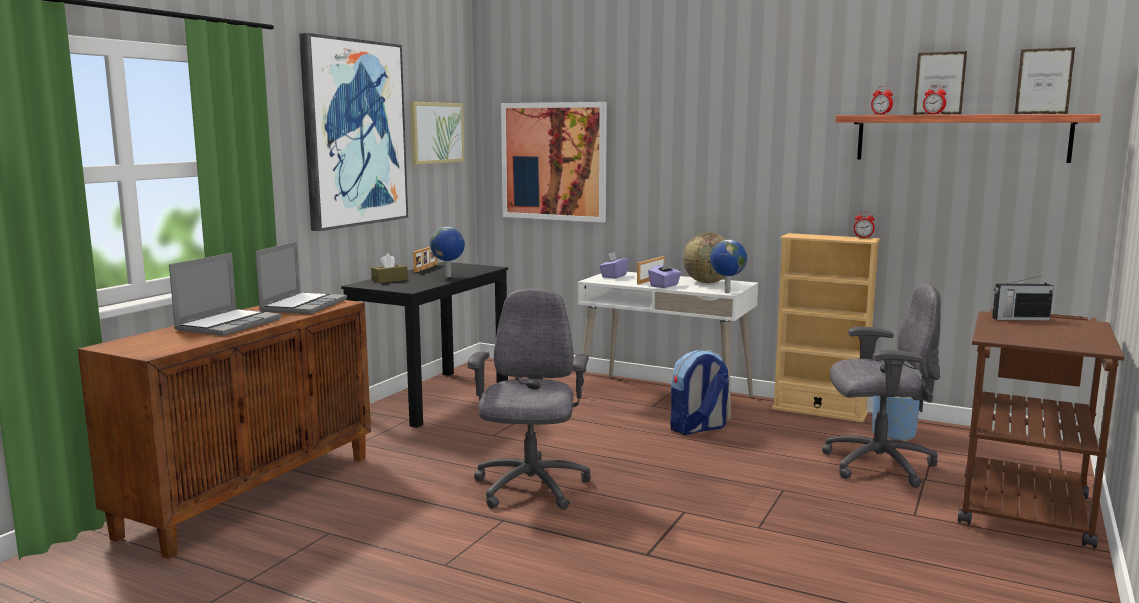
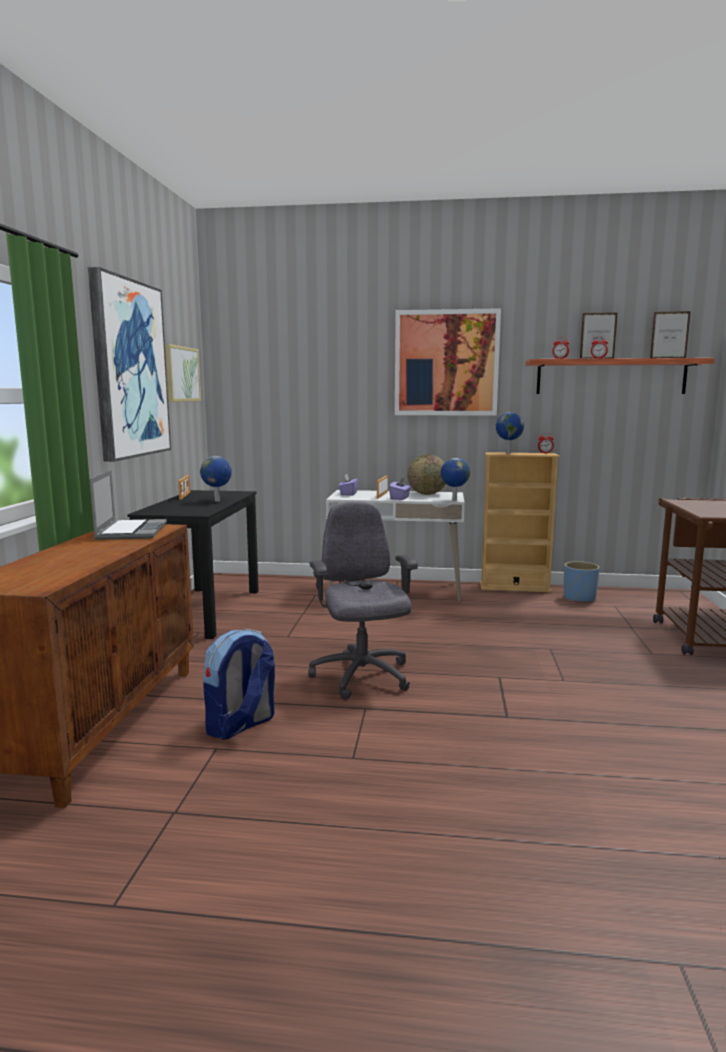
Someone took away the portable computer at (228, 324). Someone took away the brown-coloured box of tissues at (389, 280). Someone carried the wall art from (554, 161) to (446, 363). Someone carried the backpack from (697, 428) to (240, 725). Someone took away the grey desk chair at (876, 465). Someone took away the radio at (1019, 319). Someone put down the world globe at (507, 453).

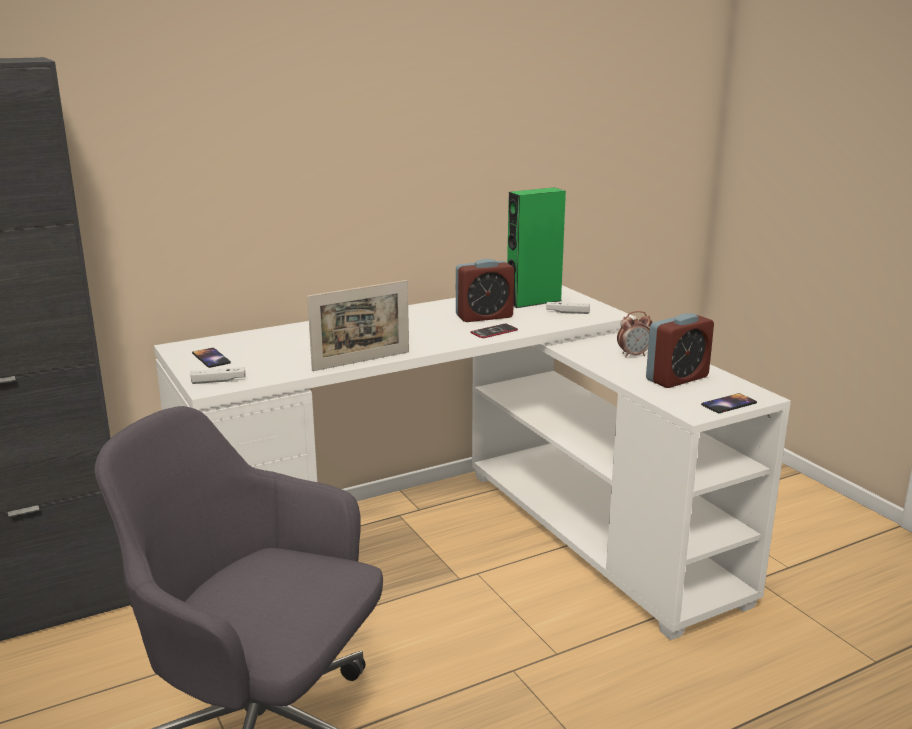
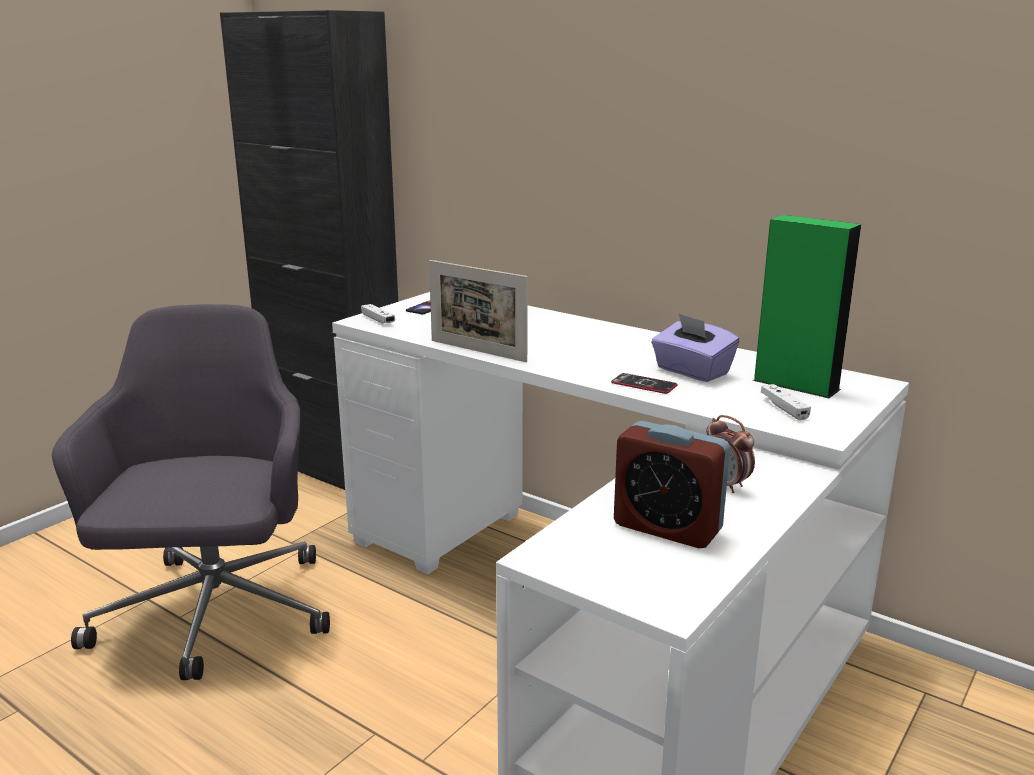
Someone swapped the alarm clock at (484, 316) for the purple box of tissues at (692, 371). Someone took away the handset at (728, 404).

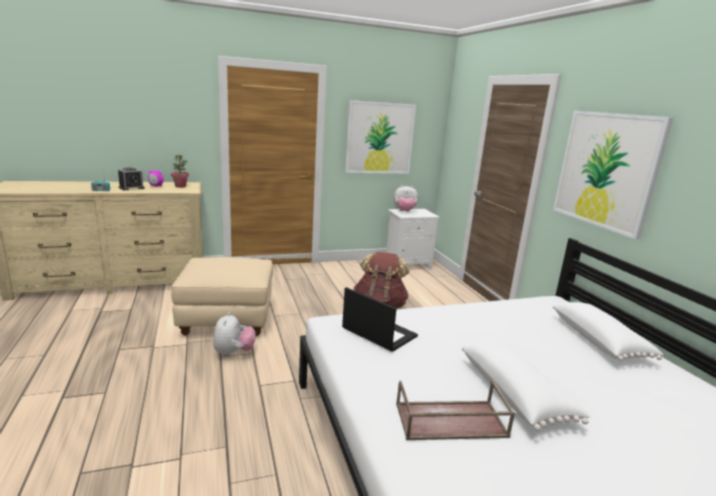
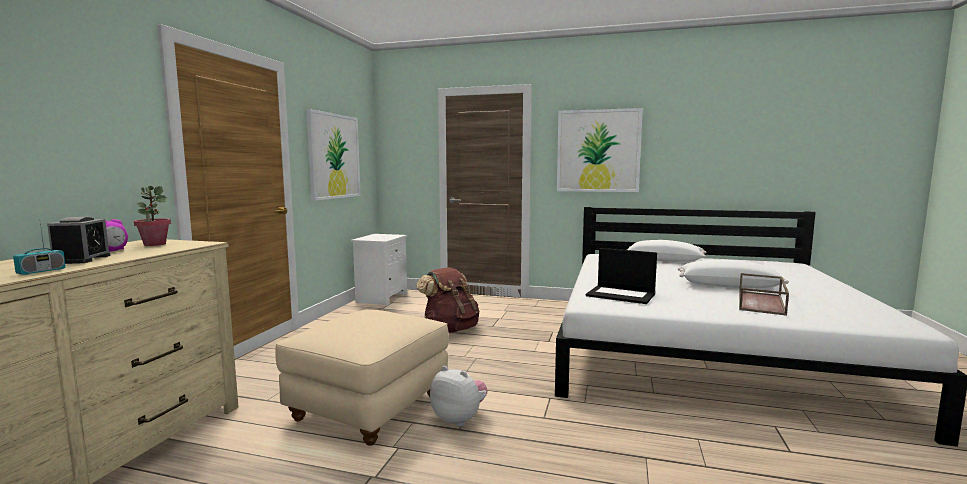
Someone rotated the portable computer at (378, 332) by 135 degrees counterclockwise. Someone took away the soft toy at (404, 211).

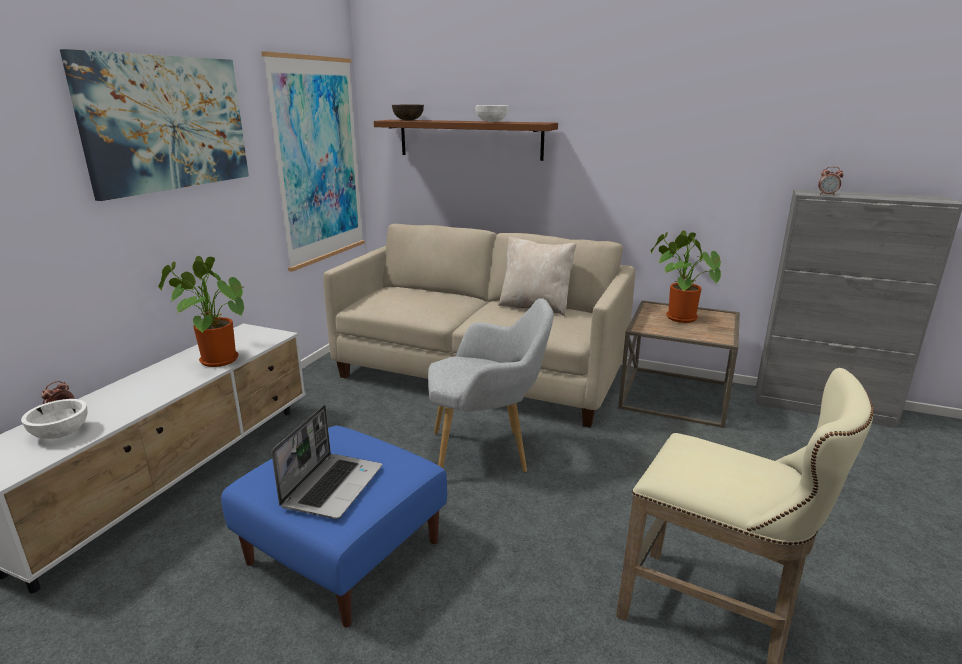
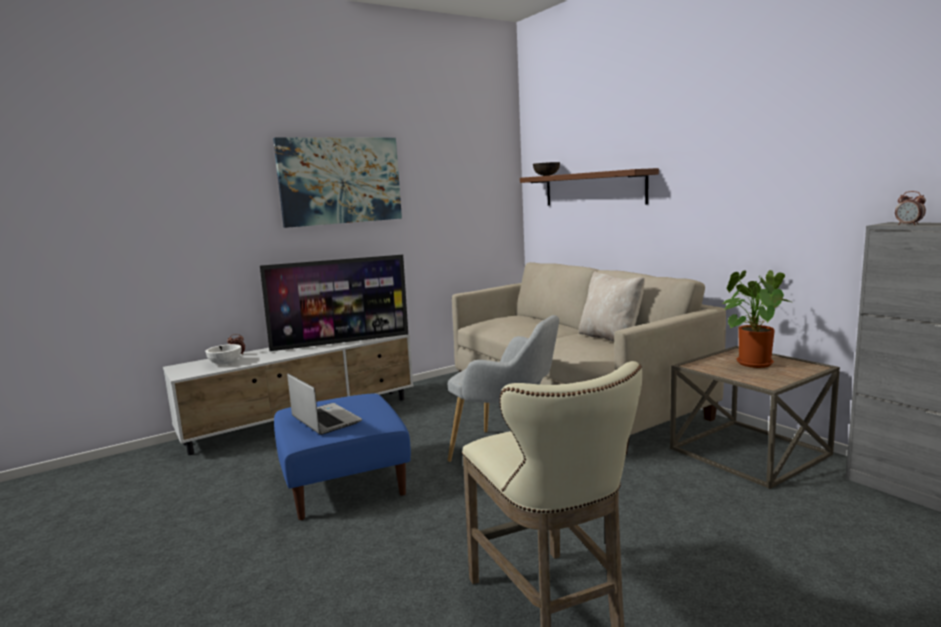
Someone swapped the plant in a pot at (215, 360) for the television at (341, 342). Someone took away the wall art at (318, 161). Someone rotated the portable computer at (333, 486) by 90 degrees counterclockwise. Someone took away the whitish deep dish at (491, 121).

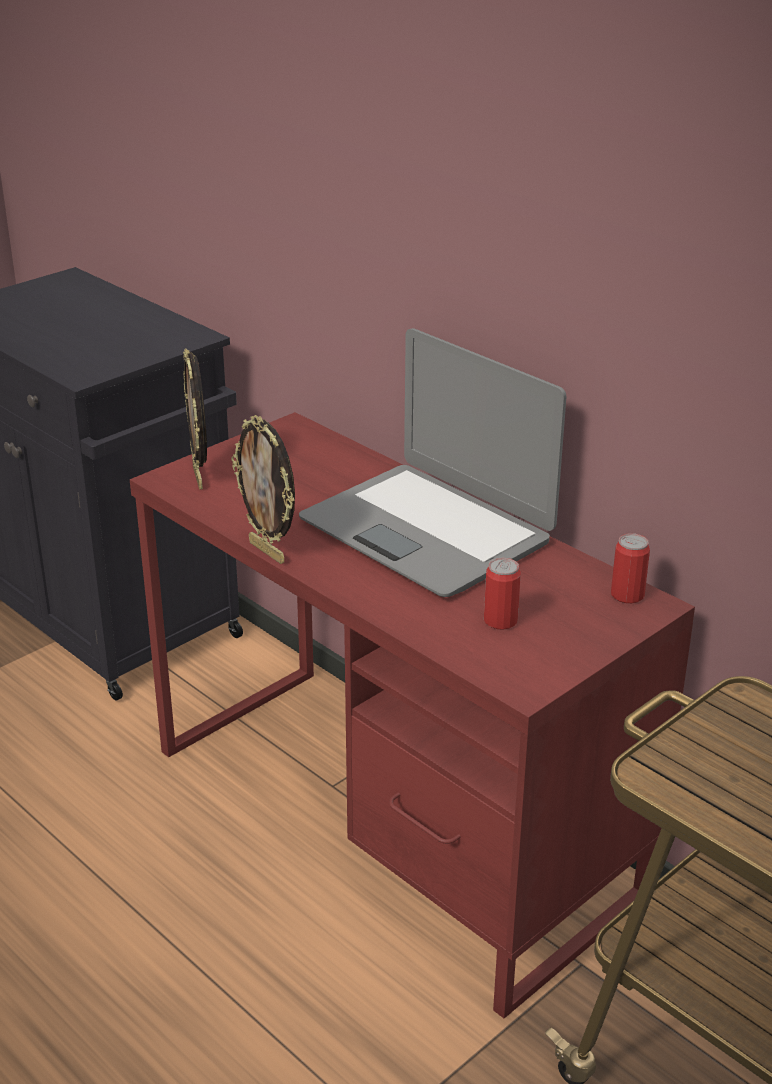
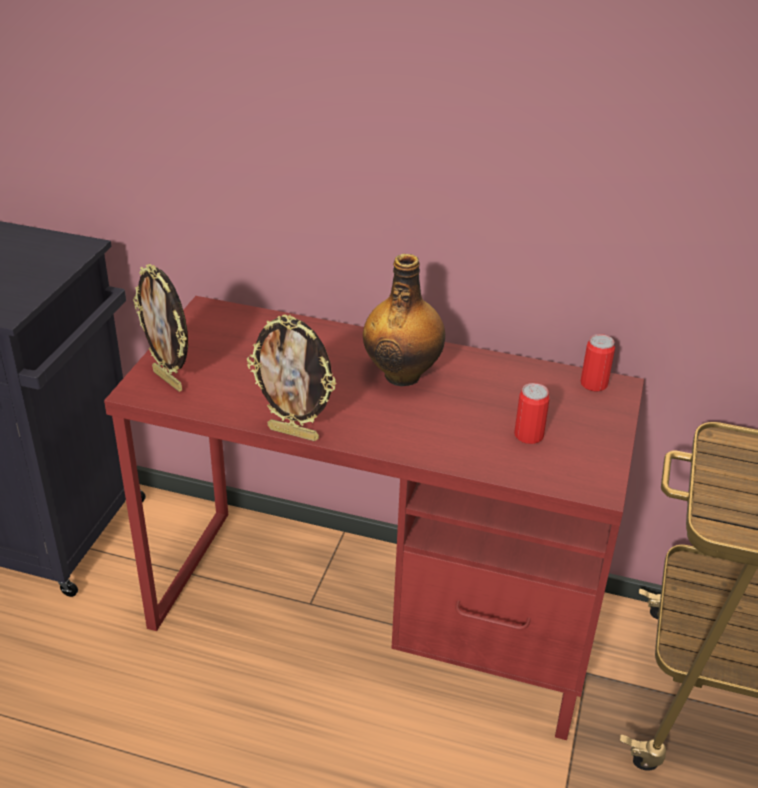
Someone swapped the portable computer at (427, 531) for the drink bottle at (403, 374).

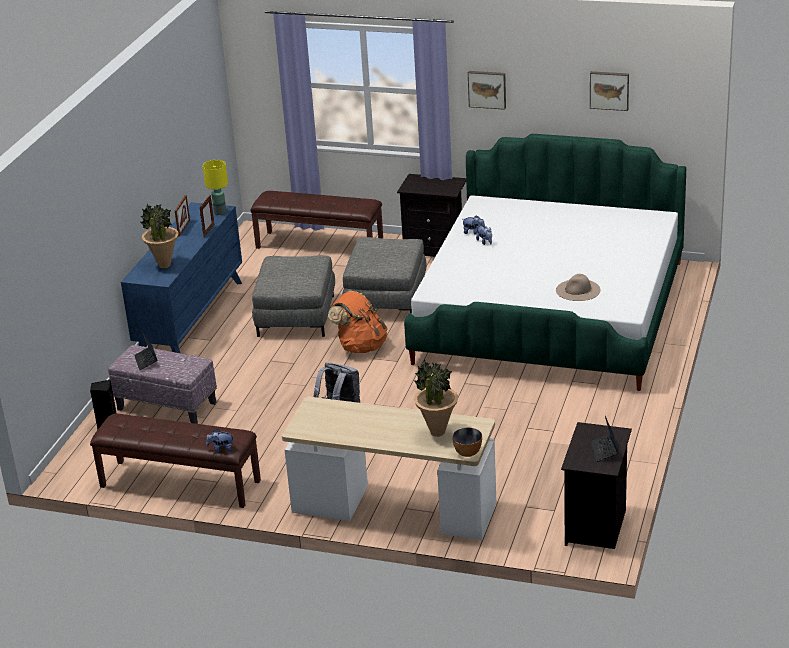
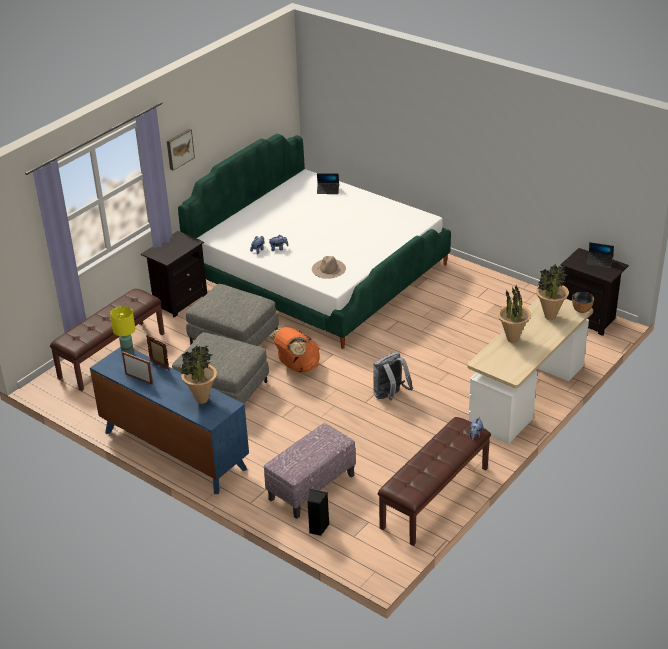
Someone carried the portable computer from (146, 361) to (328, 190). Someone carried the beige-coloured wearable hat from (578, 290) to (328, 268). Someone took away the wall art at (609, 90). Someone put down the plant in a pot at (512, 339).

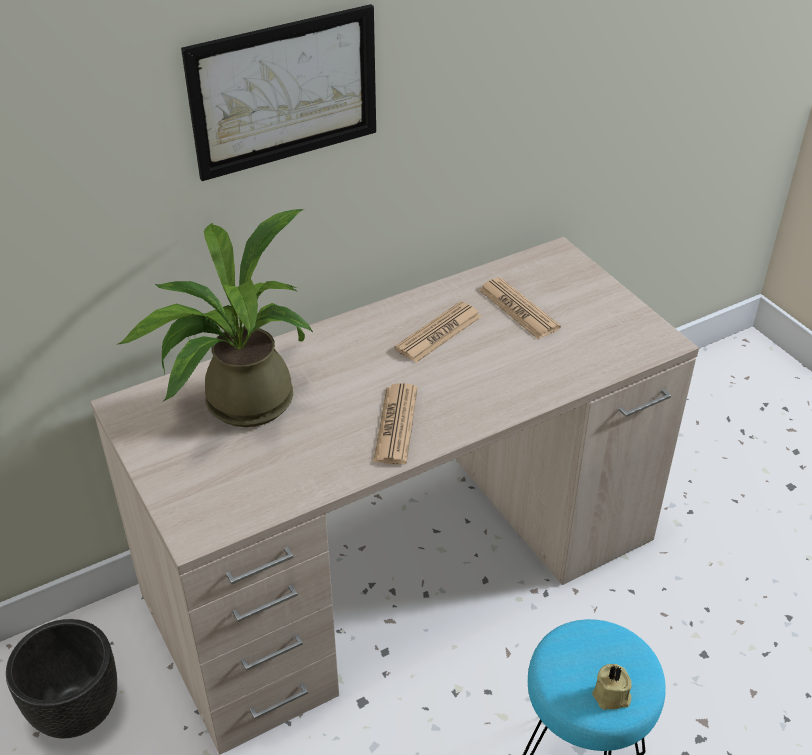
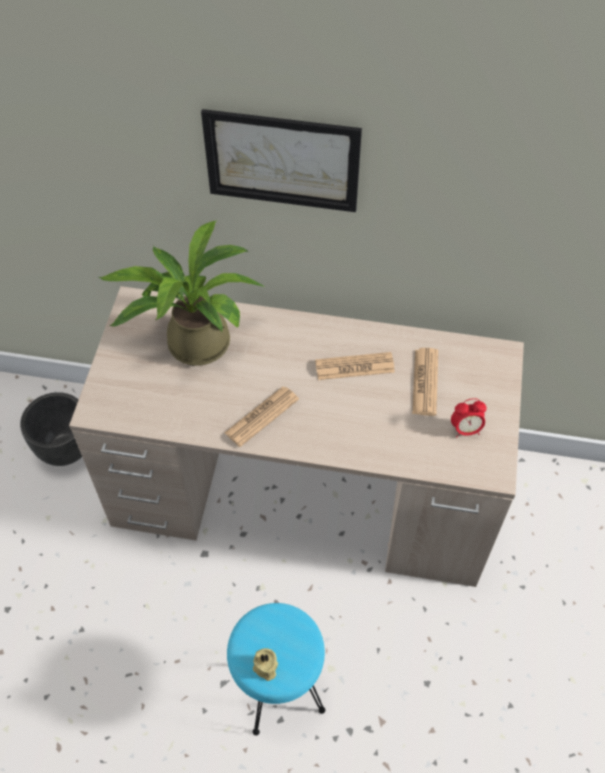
Someone put down the alarm clock at (466, 429).

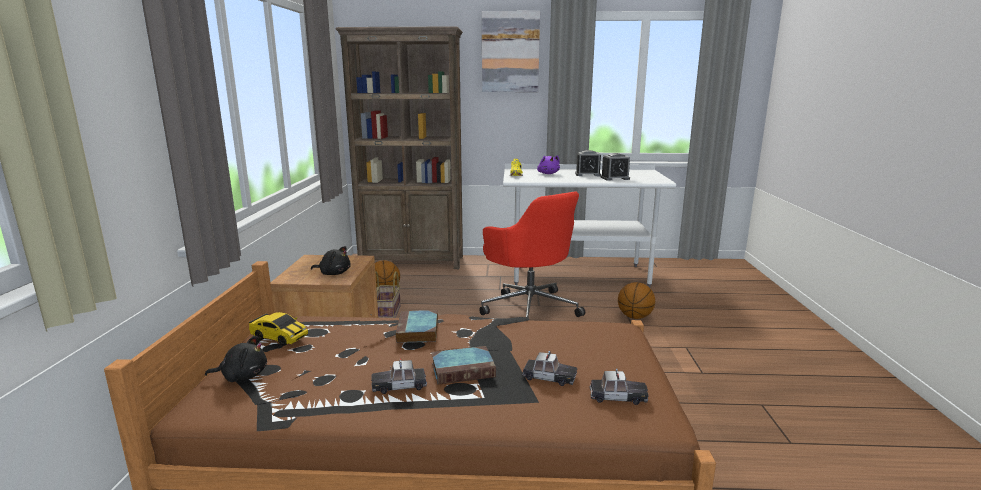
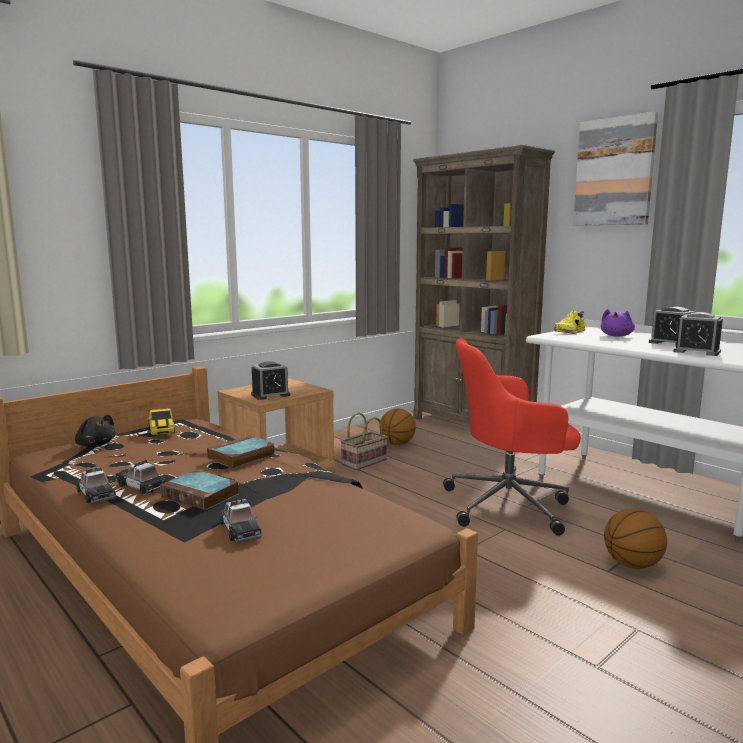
Someone swapped the black-coloured soft toy at (334, 273) for the alarm clock at (270, 395). Someone rotated the reddish desk chair at (530, 308) by 75 degrees clockwise. Someone carried the model car from (617, 396) to (96, 494).

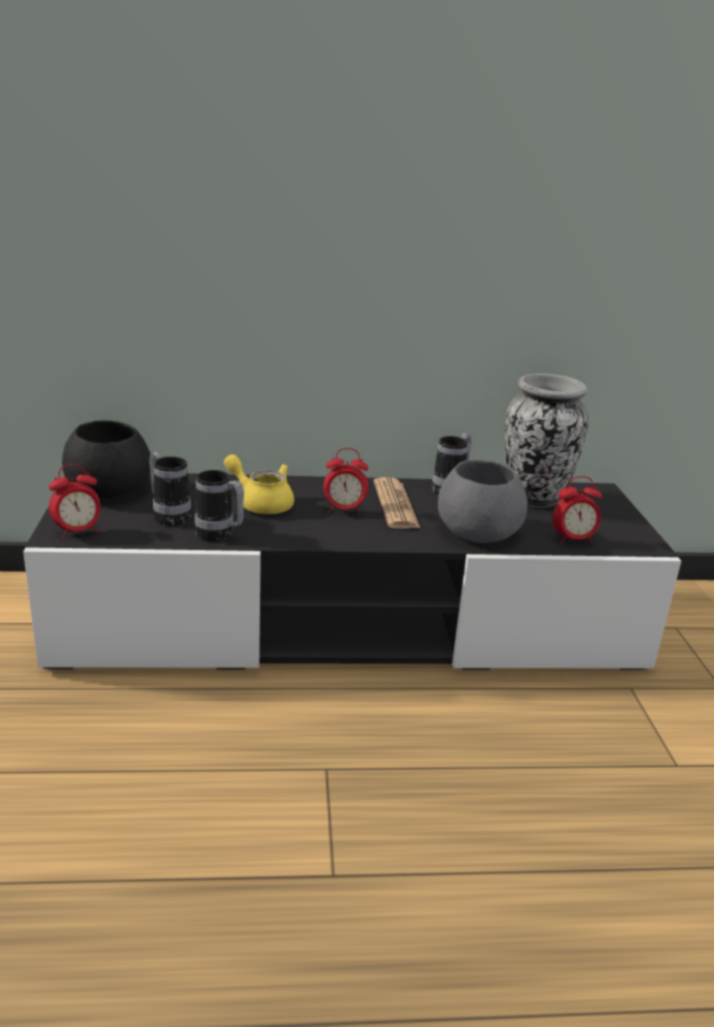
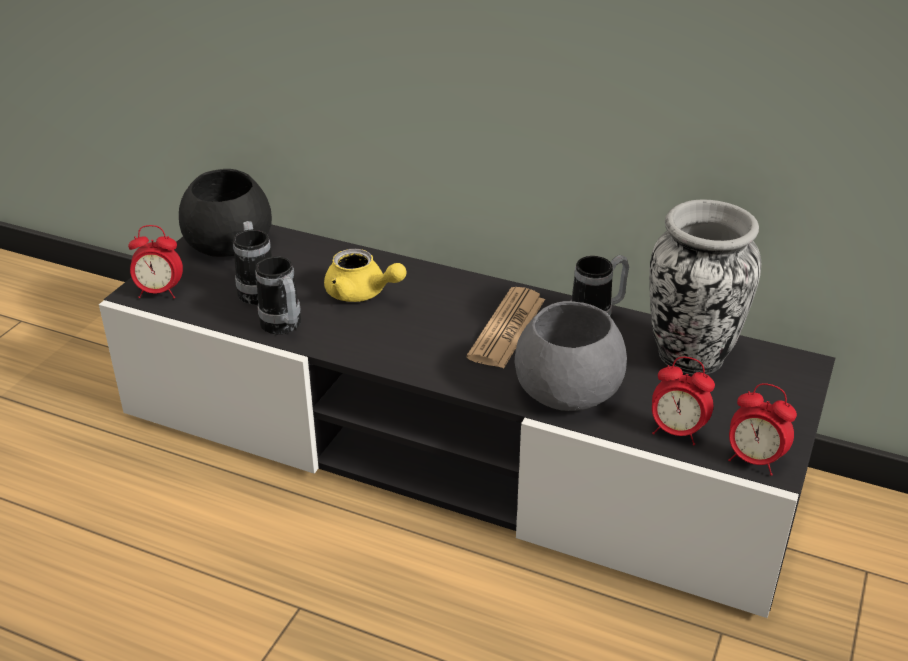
Someone rotated the yellowish teapot at (261, 503) by 150 degrees clockwise. Someone carried the alarm clock from (344, 510) to (754, 460).

